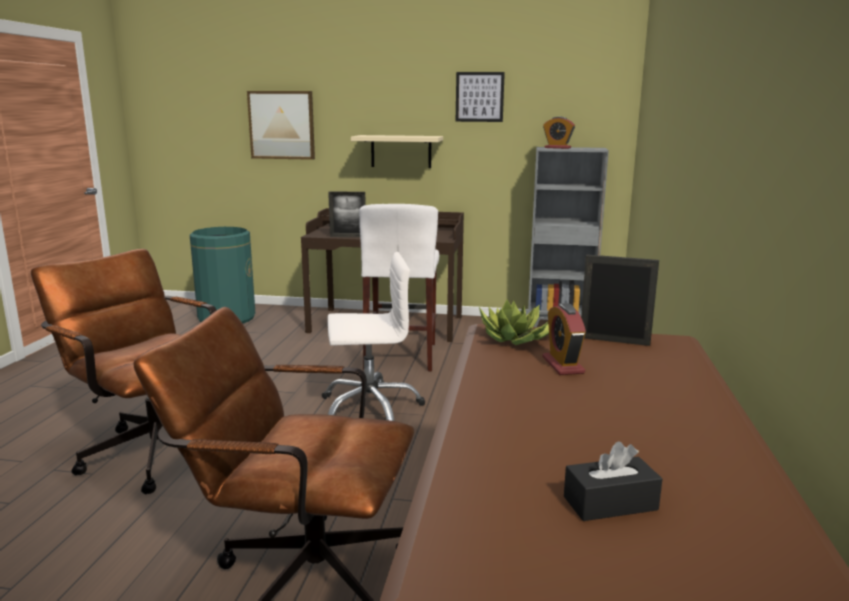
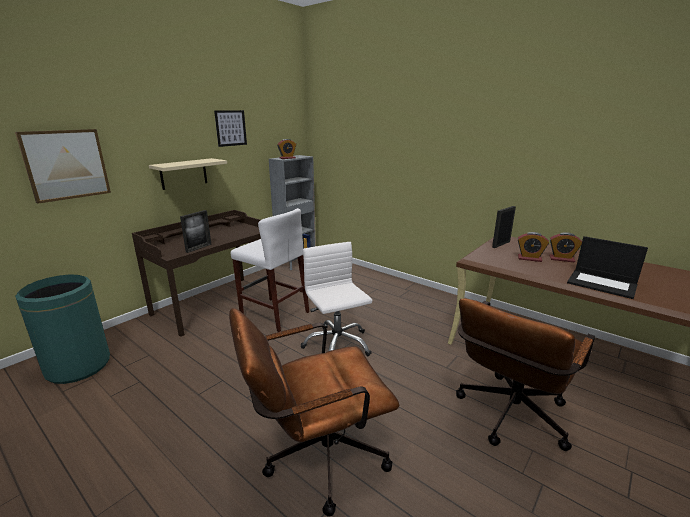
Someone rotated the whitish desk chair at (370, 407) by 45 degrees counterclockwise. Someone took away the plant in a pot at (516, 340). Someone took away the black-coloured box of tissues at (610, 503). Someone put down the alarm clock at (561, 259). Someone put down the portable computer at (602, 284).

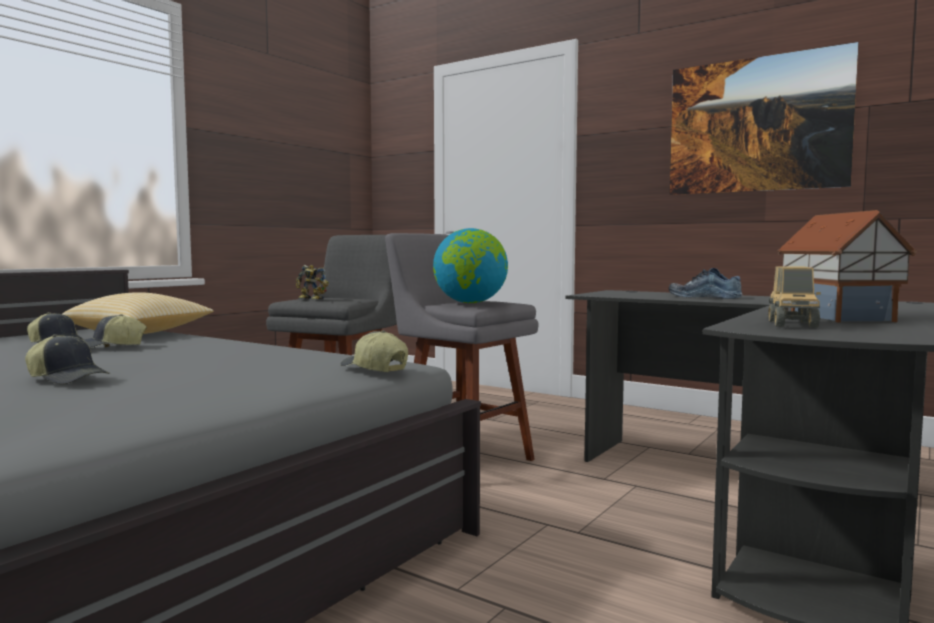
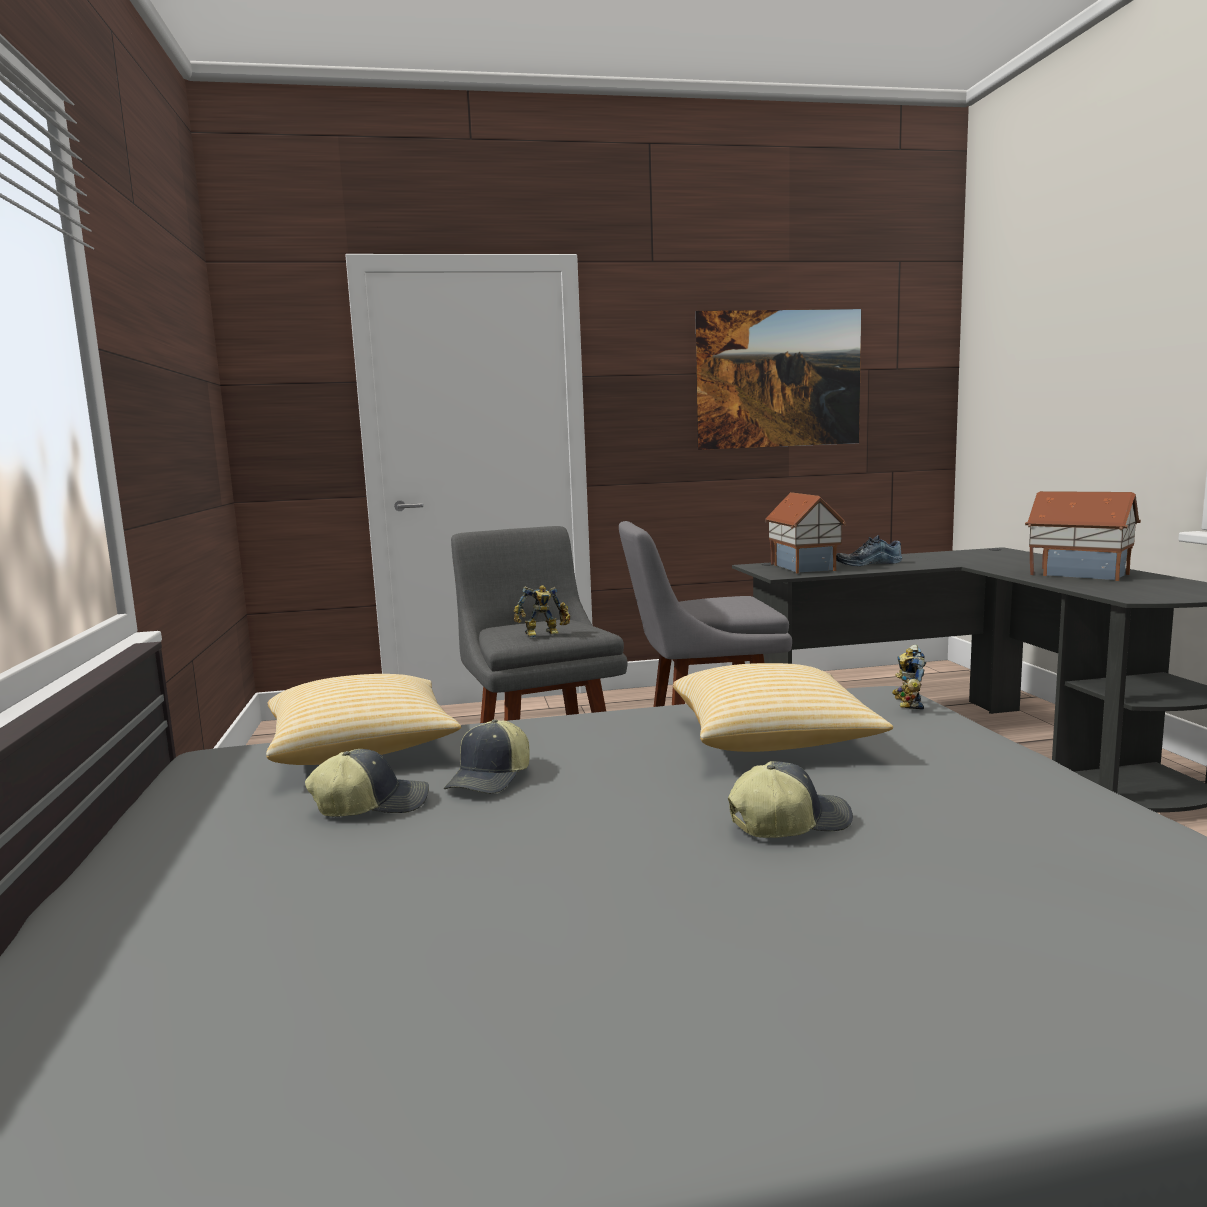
Someone swapped the cap at (373, 369) for the model robot at (906, 704). Someone took away the world globe at (470, 303). Someone took away the toy lorry at (792, 324). Someone put down the throw pillow at (773, 739). Someone put down the model house at (805, 567).

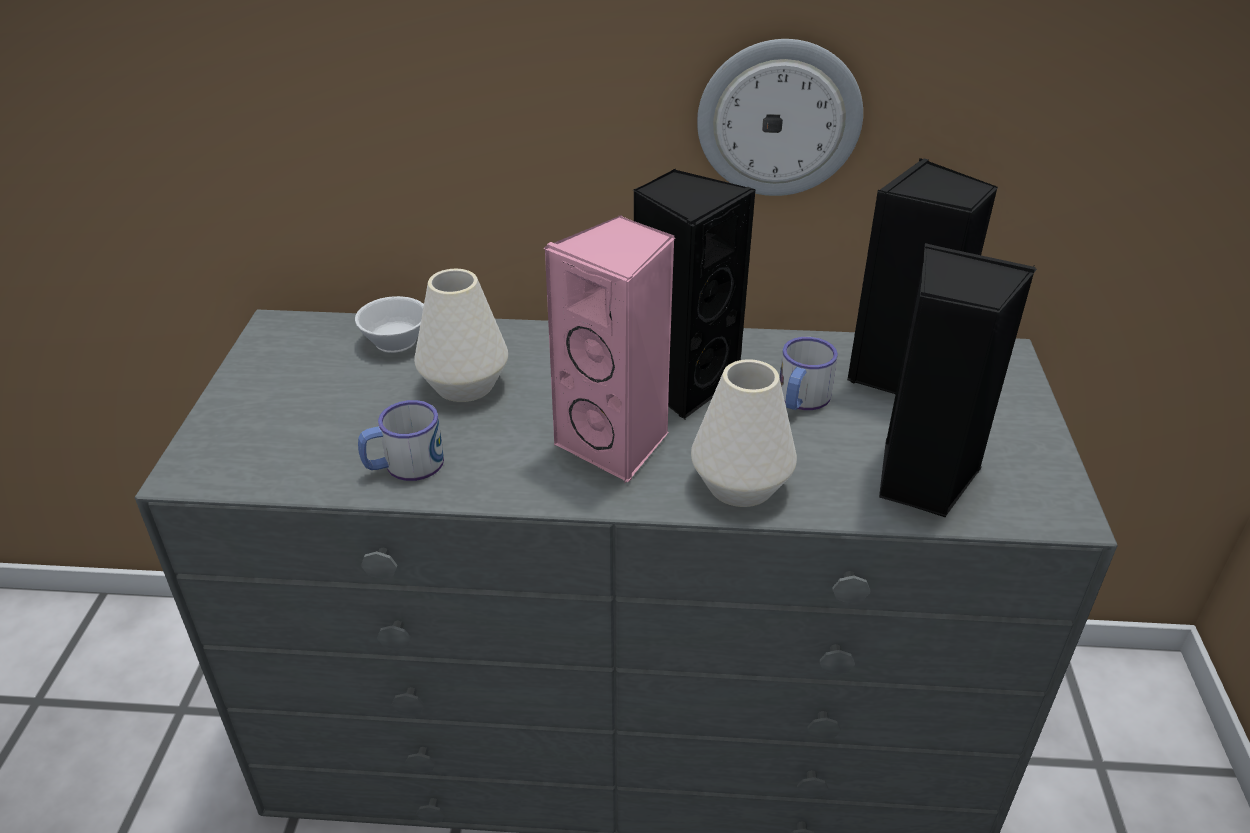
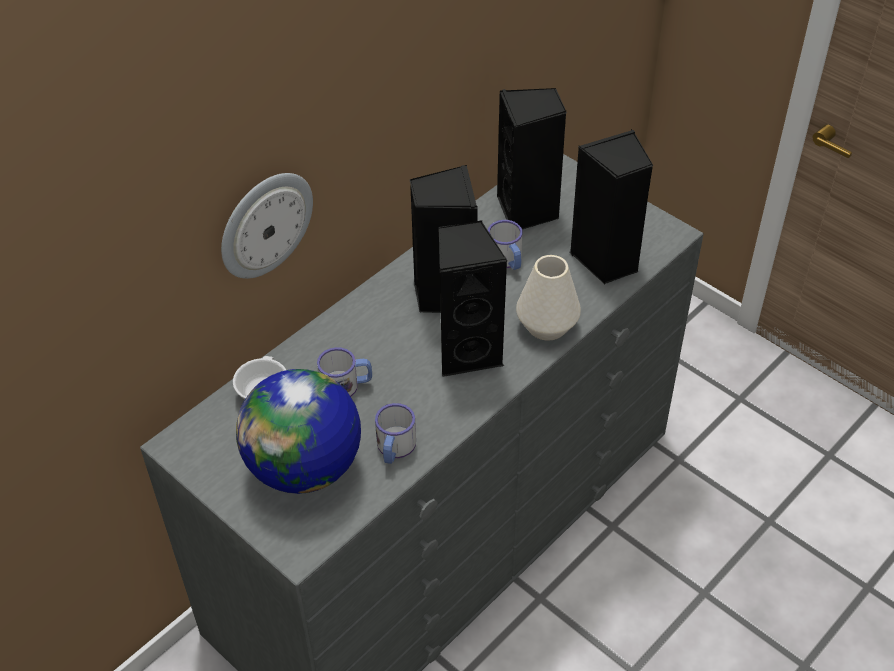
Someone swapped the whitish vase at (465, 385) for the mug at (346, 385). Someone repainted the pinkish audio speaker at (617, 443), which became the black-coloured audio speaker at (467, 351). Someone carried the hanging clock from (779, 118) to (265, 224). Someone put down the world globe at (304, 468).

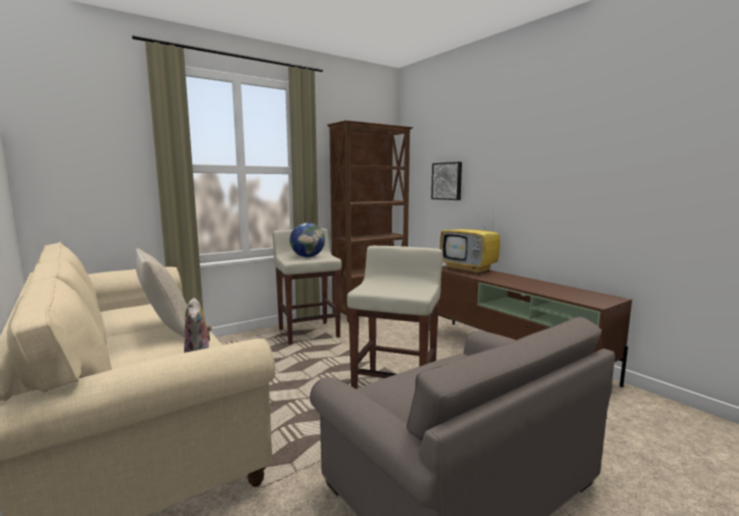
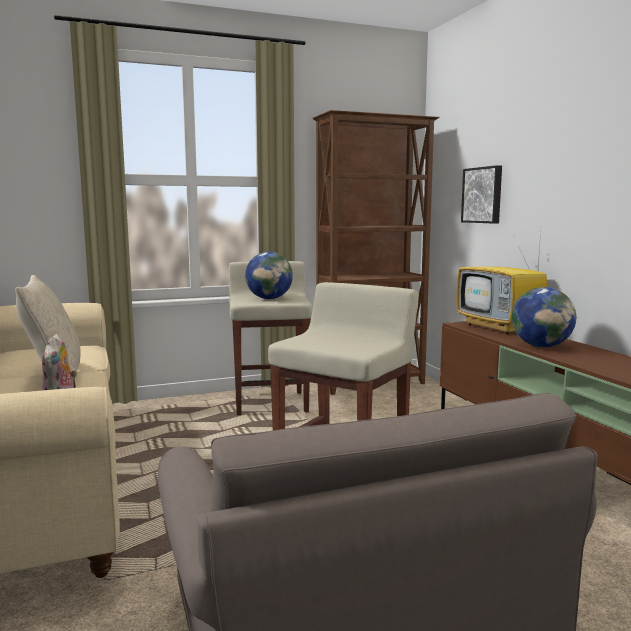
Someone put down the world globe at (541, 346).

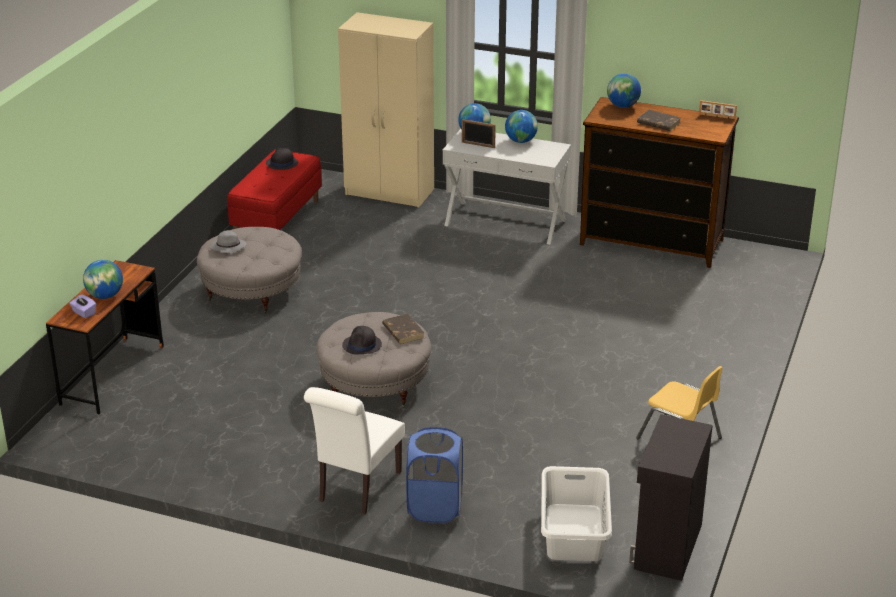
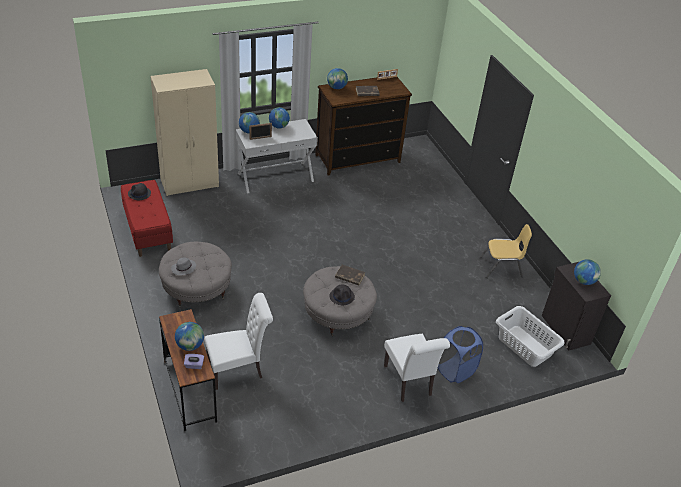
Someone put down the whitish plain chair at (238, 370). Someone put down the world globe at (583, 281).

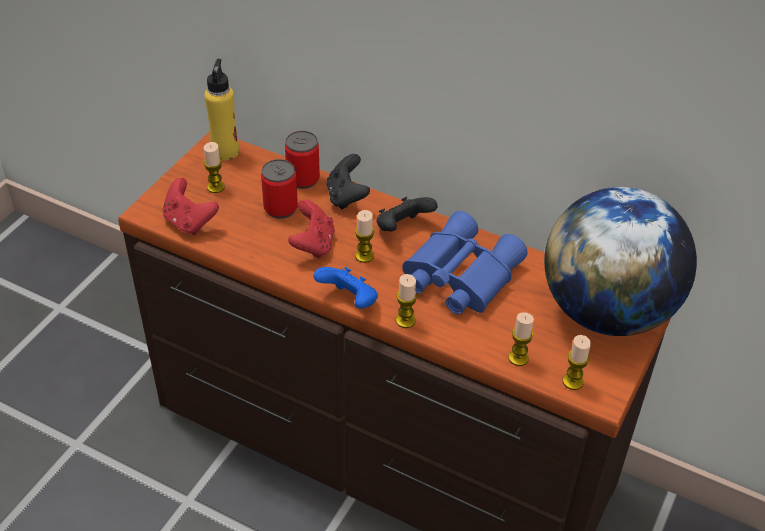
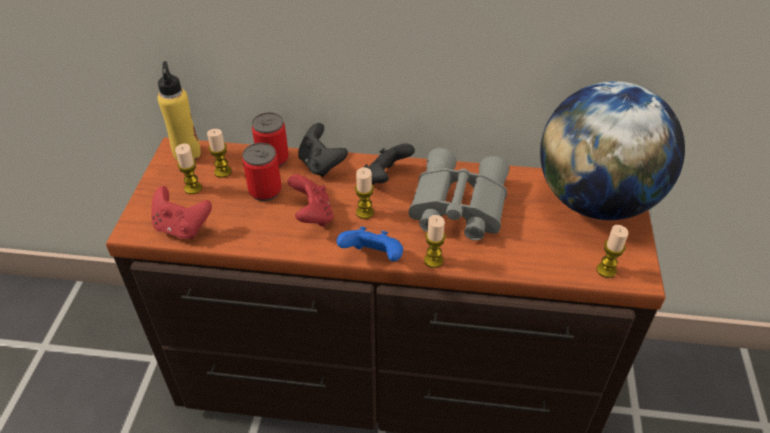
Someone repainted the blue-coloured field glasses at (458, 275), which became the grey field glasses at (456, 205). Someone carried the wax candle from (518, 358) to (223, 172).

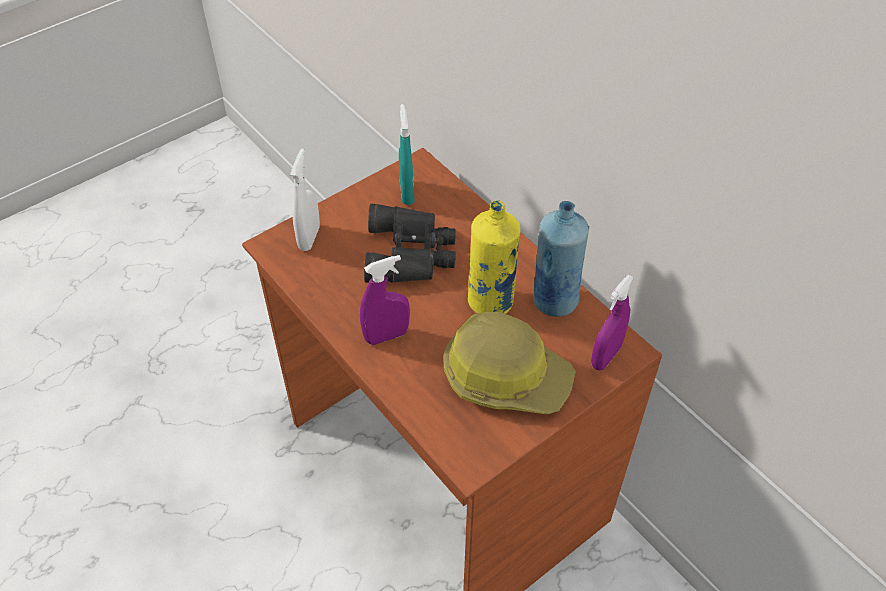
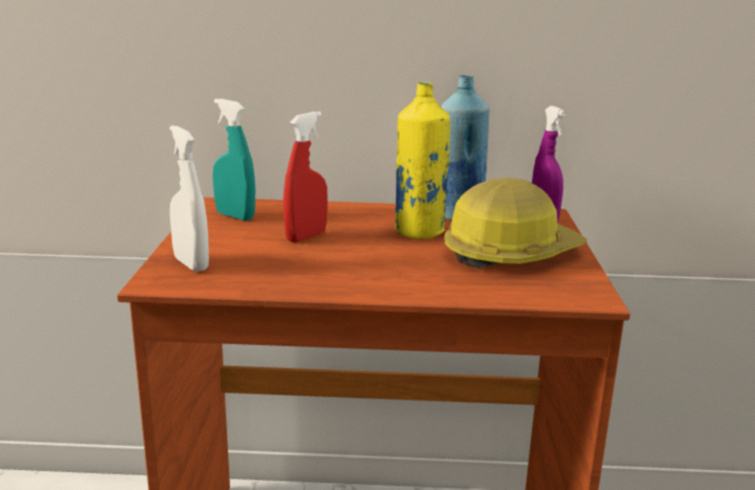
Someone took away the purple hand sprayer at (386, 336). Someone swapped the black-coloured field glasses at (411, 253) for the reddish hand sprayer at (306, 237).

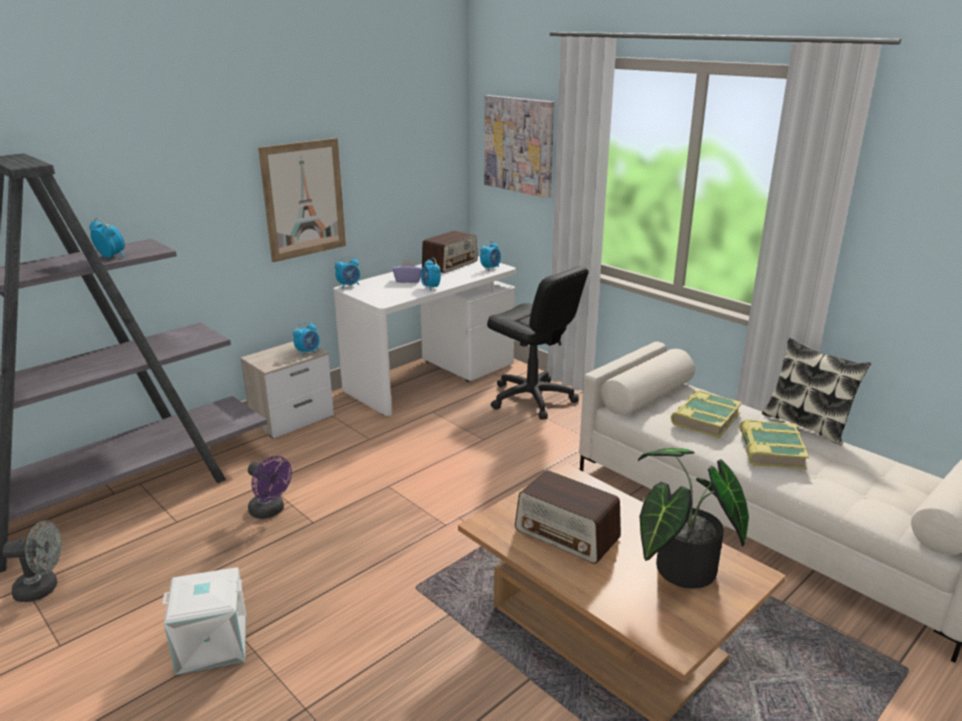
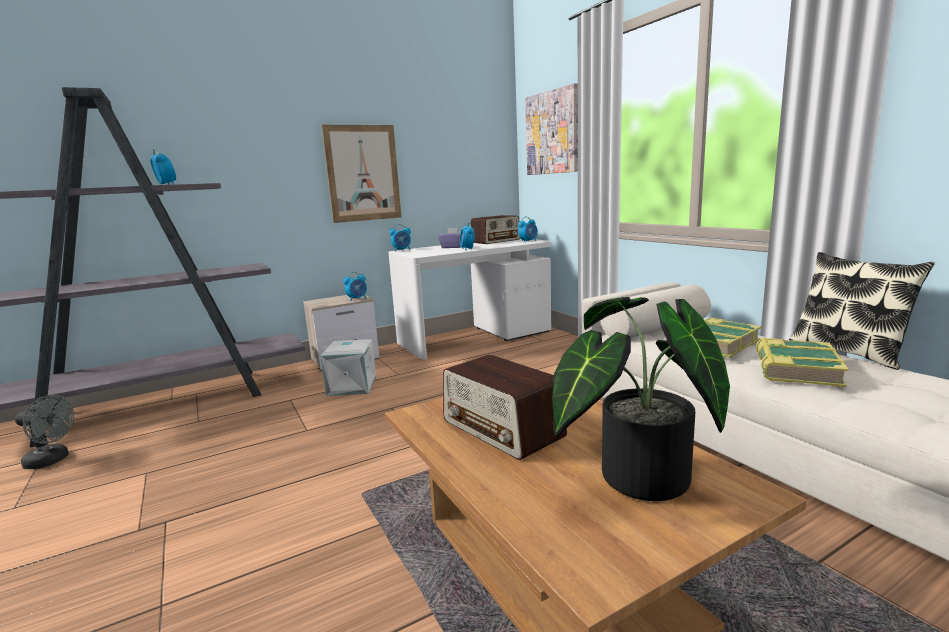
Someone carried the whitish storage container from (212, 645) to (351, 387). Someone took away the purple fan at (270, 511). Someone took away the black-coloured desk chair at (532, 399).

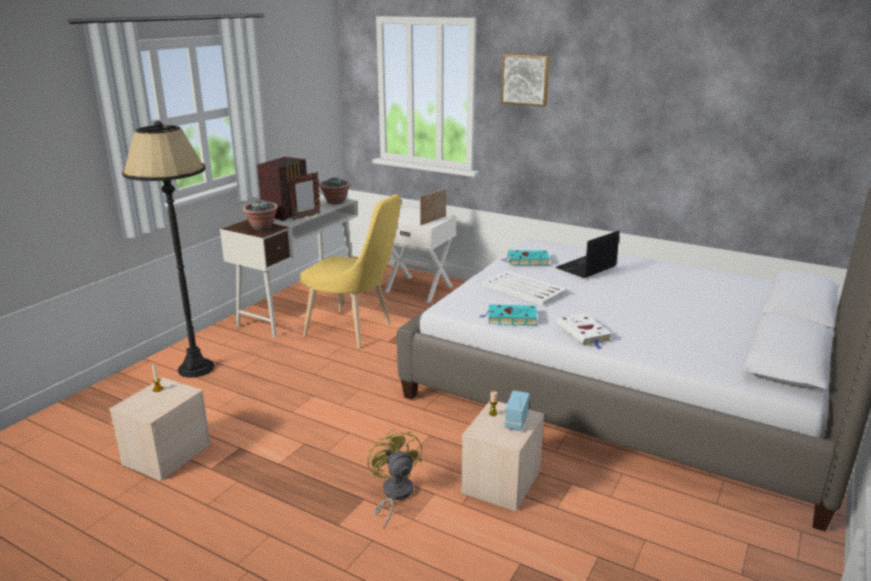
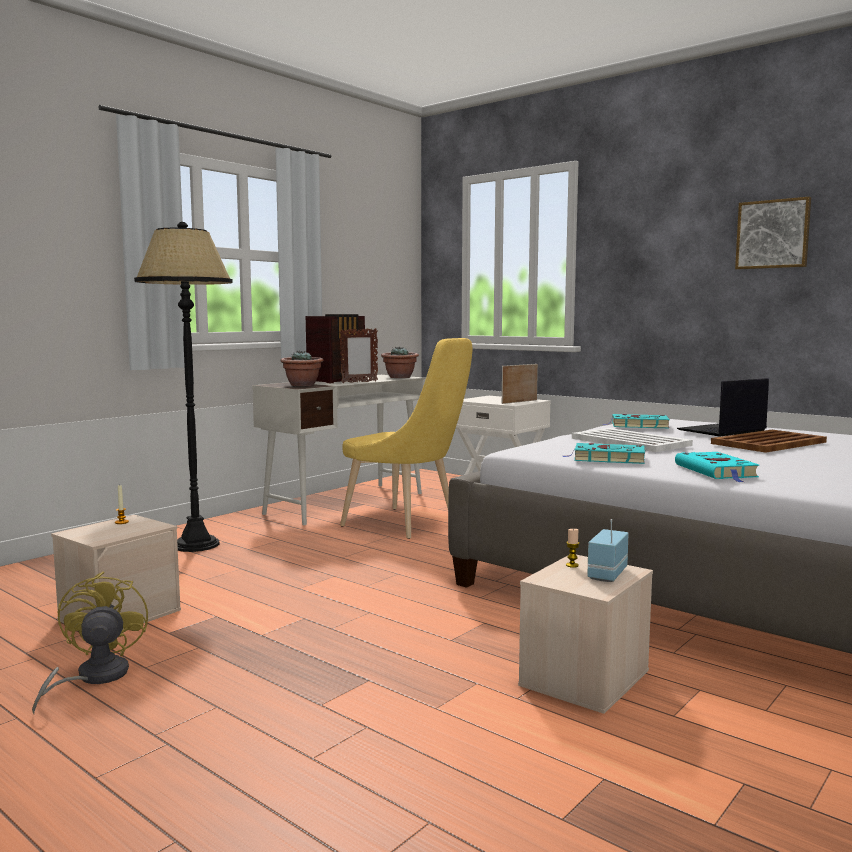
Someone carried the yellowish fan from (394, 495) to (93, 678). Someone carried the wall art from (525, 79) to (773, 234). Someone repainted the whitish book at (584, 334), which became the turquoise-coloured book at (717, 471). Someone put down the brown-coloured serving tray at (769, 443).

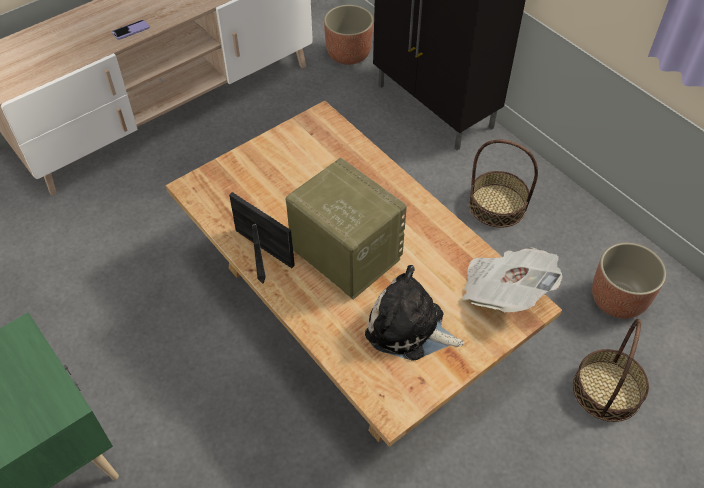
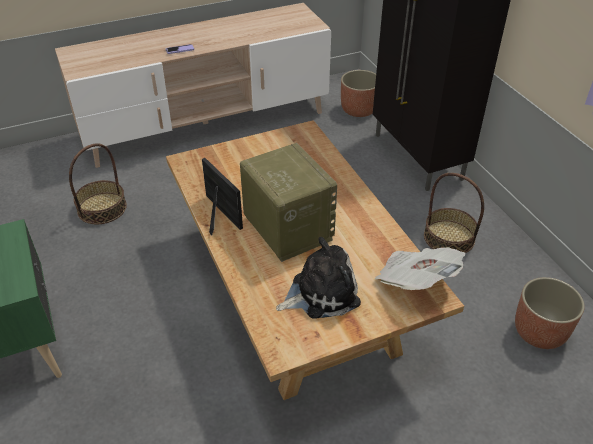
Someone rotated the soft toy at (409, 328) by 120 degrees clockwise. Someone carried the basket from (607, 390) to (102, 208).

